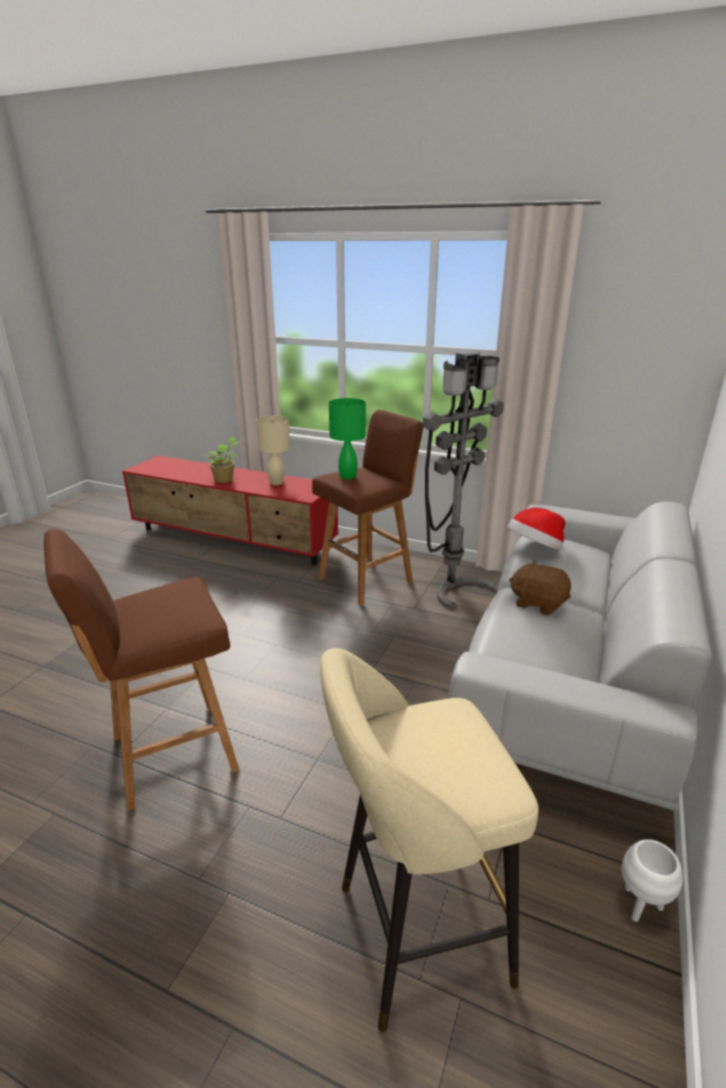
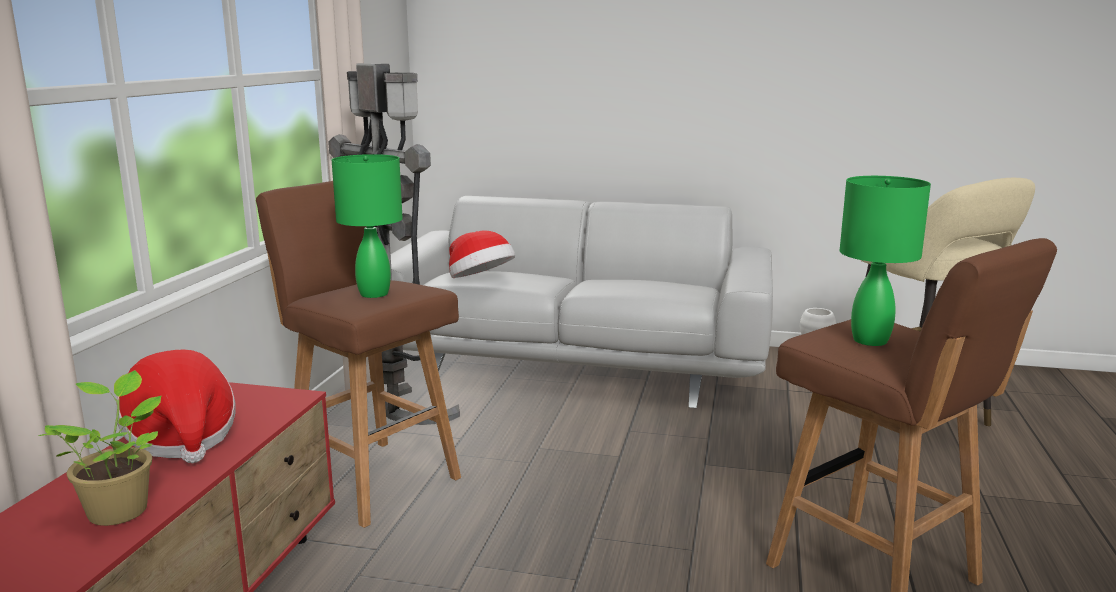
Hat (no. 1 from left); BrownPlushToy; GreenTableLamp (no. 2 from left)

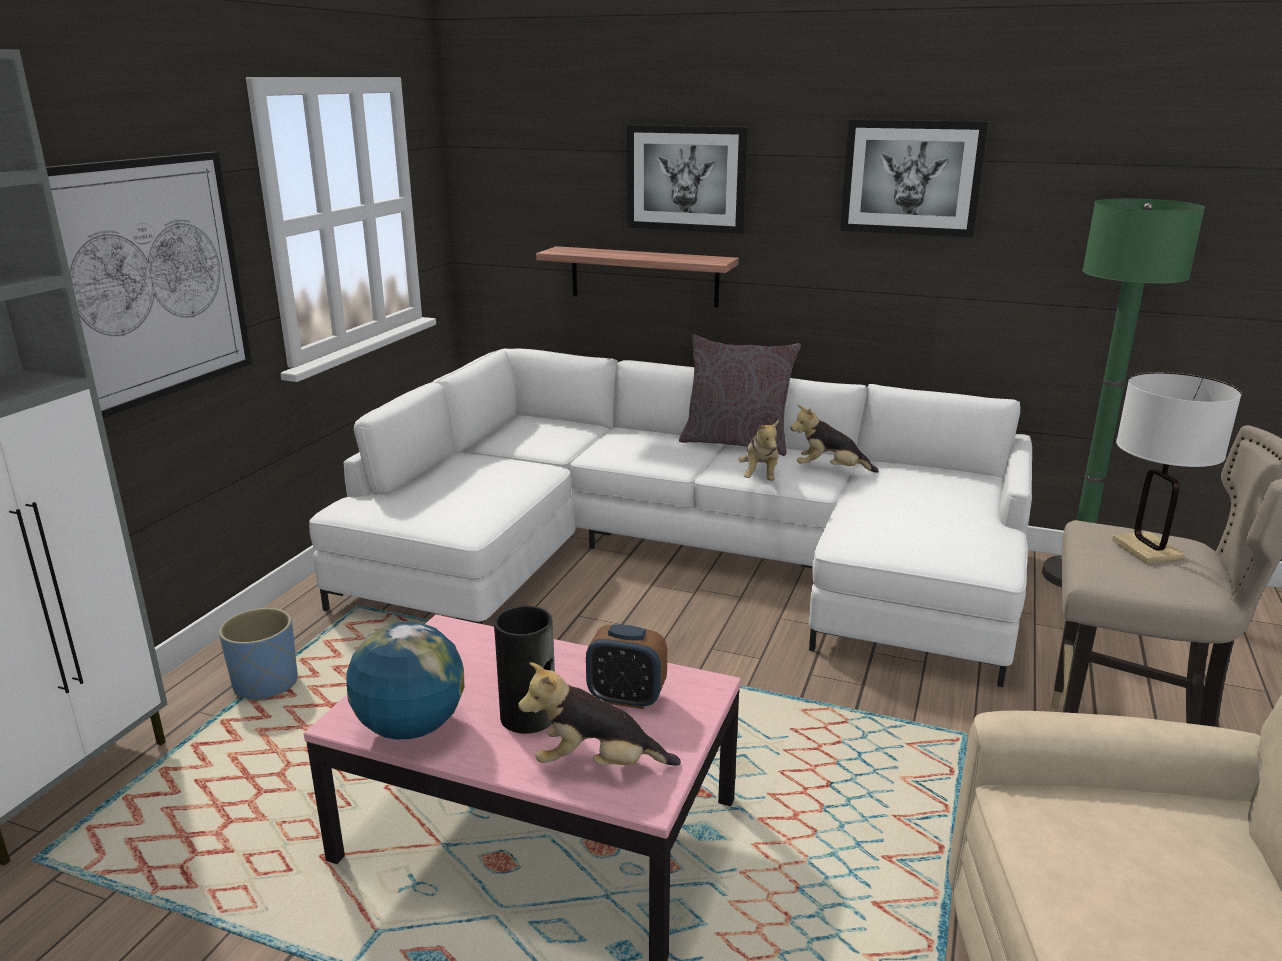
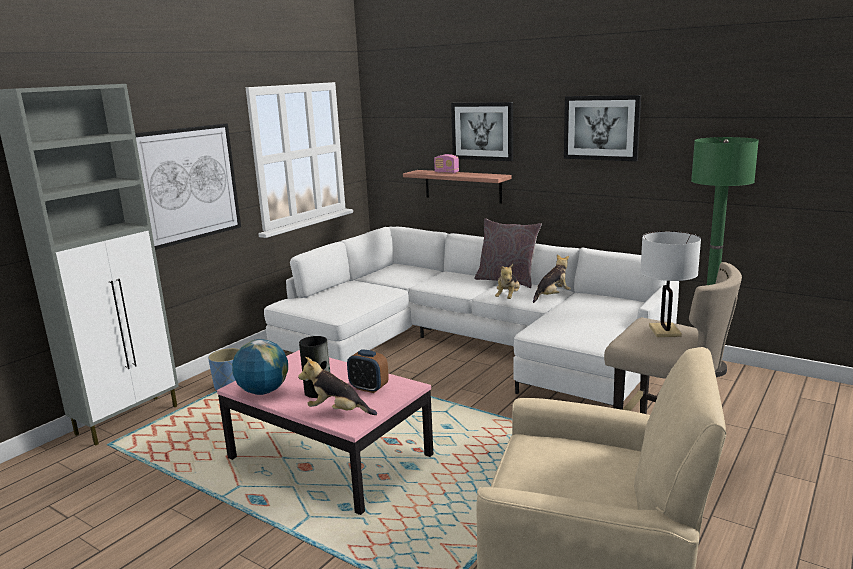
PlushToy (no. 3 from left); Radio

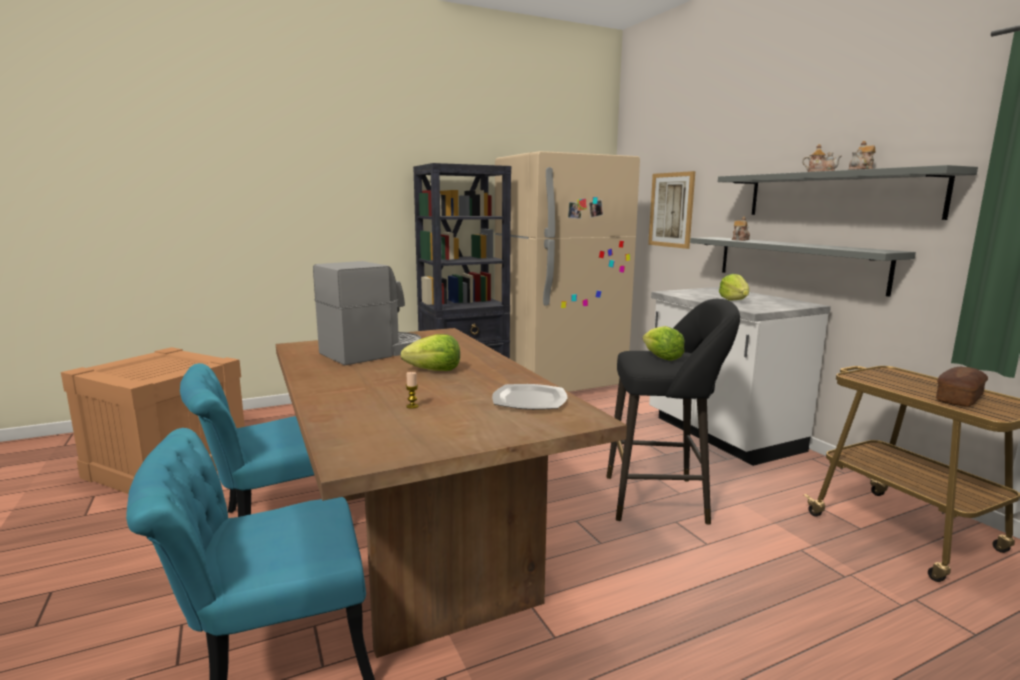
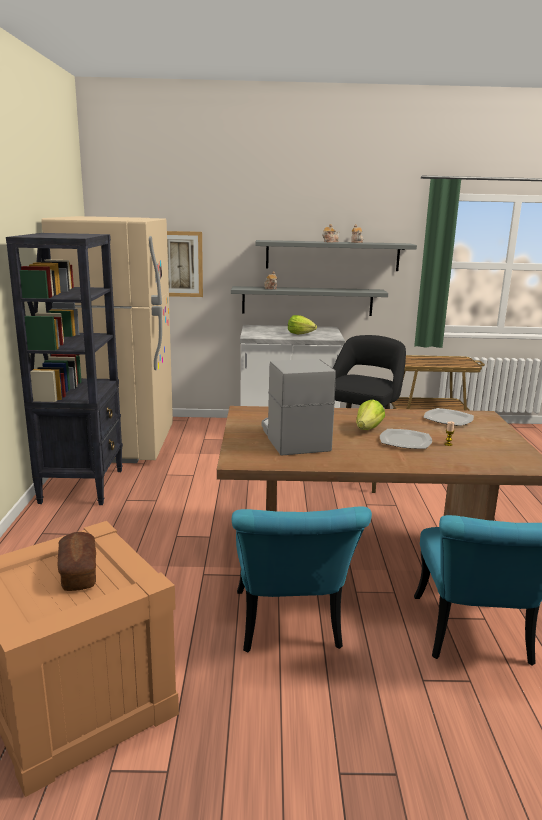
Lettuce (no. 2 from left in the first image); Bread; Plate (no. 1 from left)

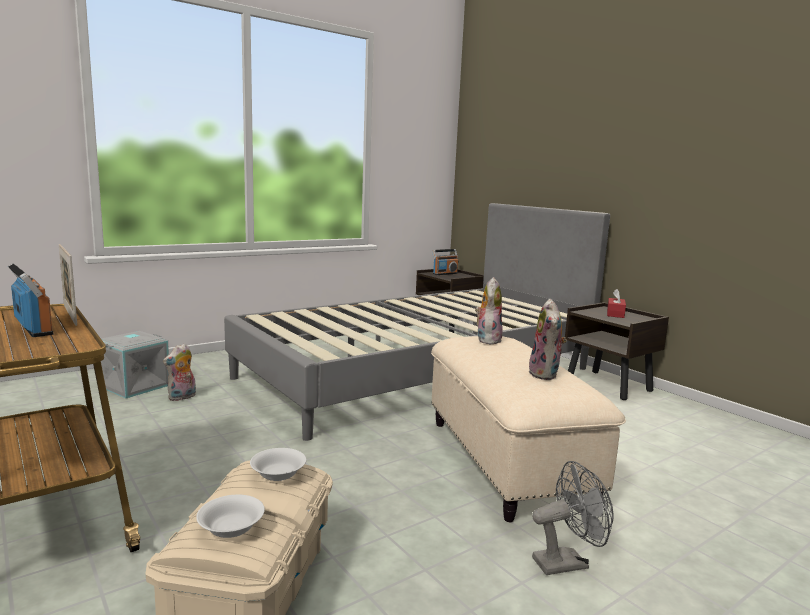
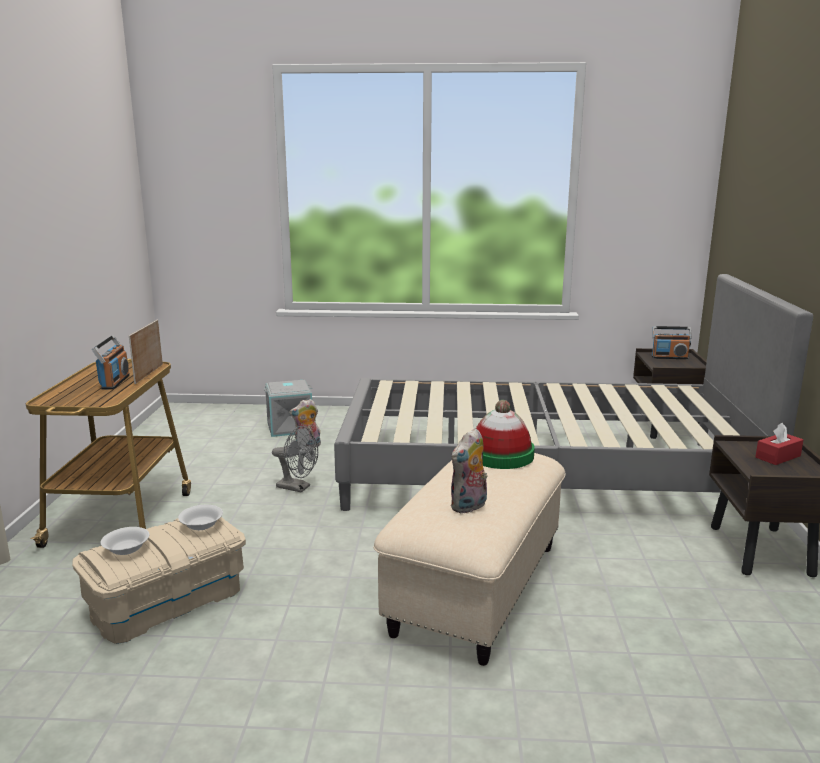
Hat; GreyFan

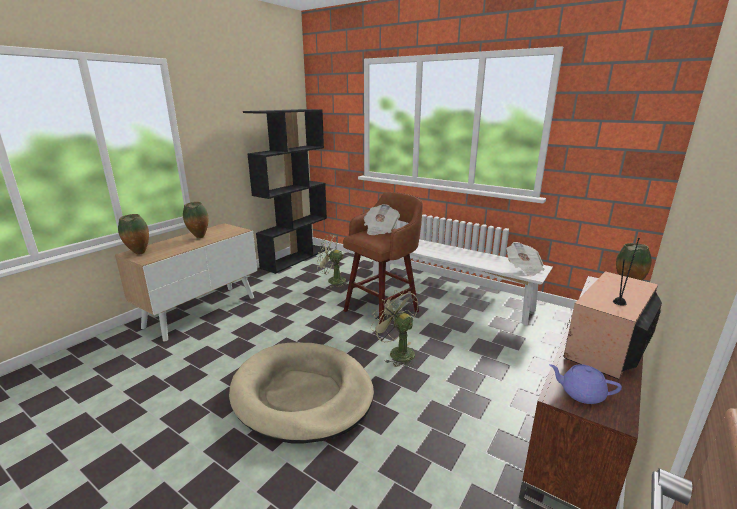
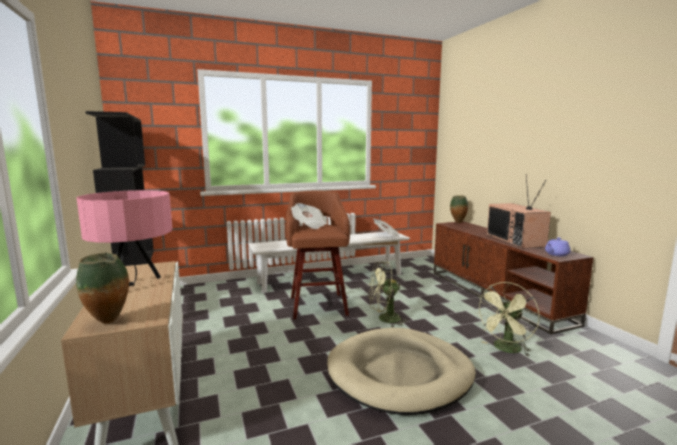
PinkTableLamp; GreenFan (no. 2 from left)

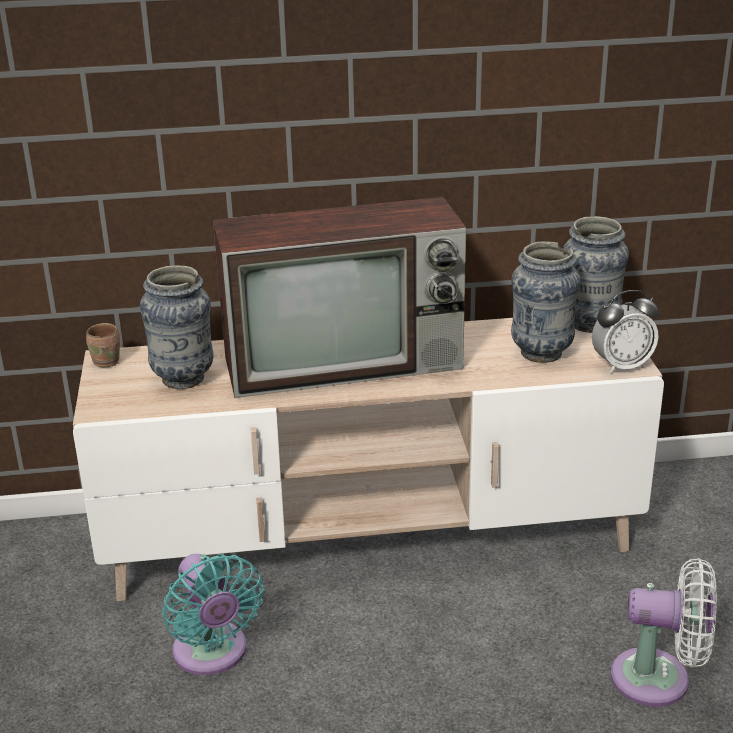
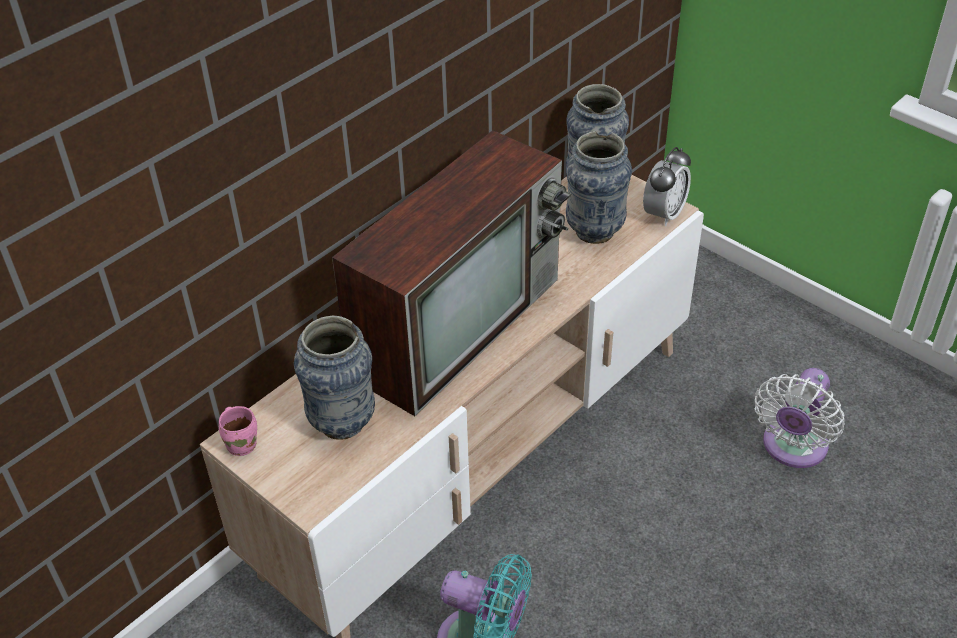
PinkMug; WhiteFan

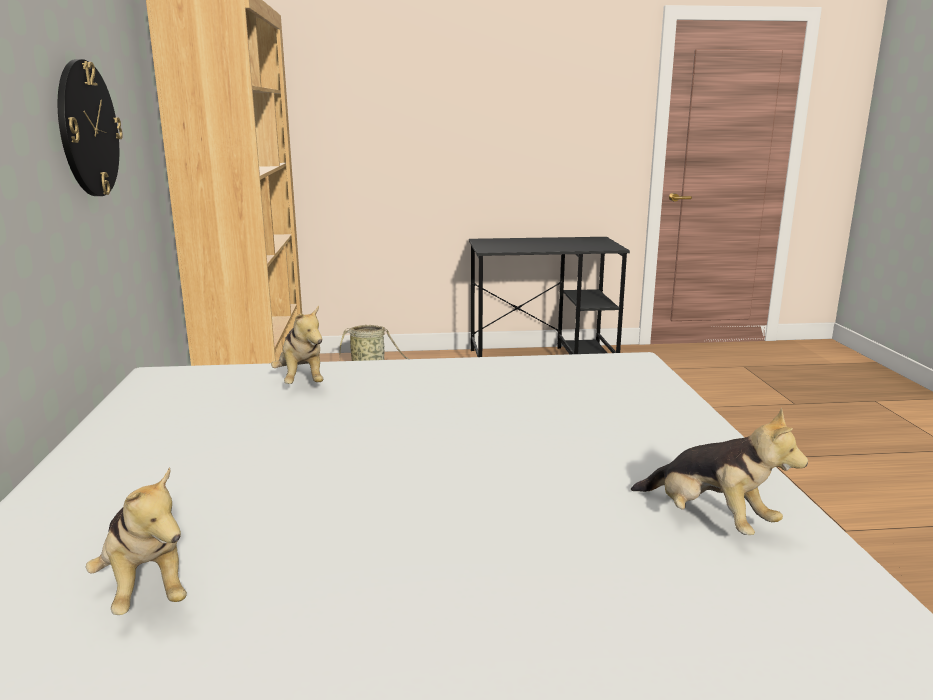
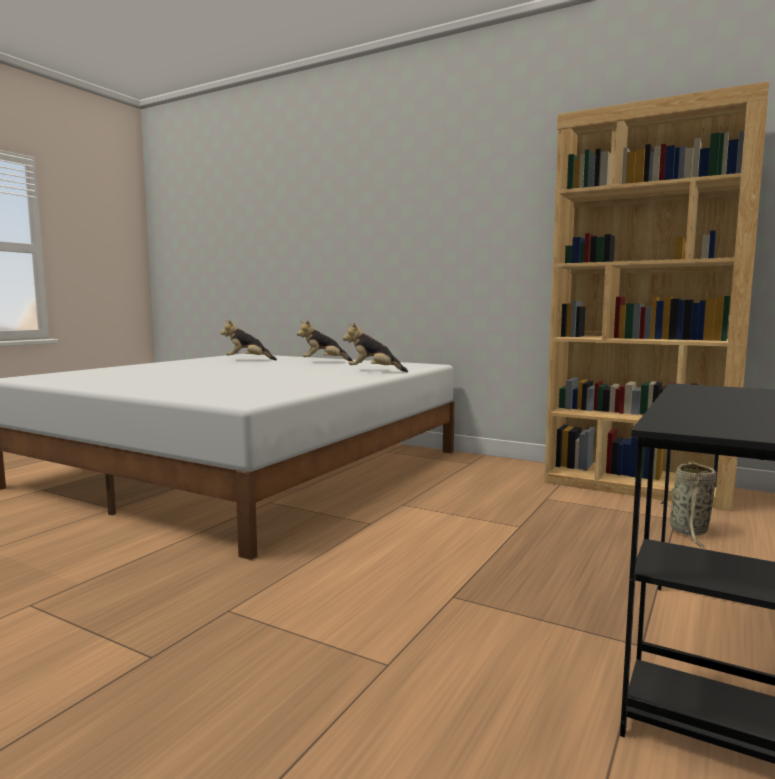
WallClock; PlushToy (no. 2 from left)

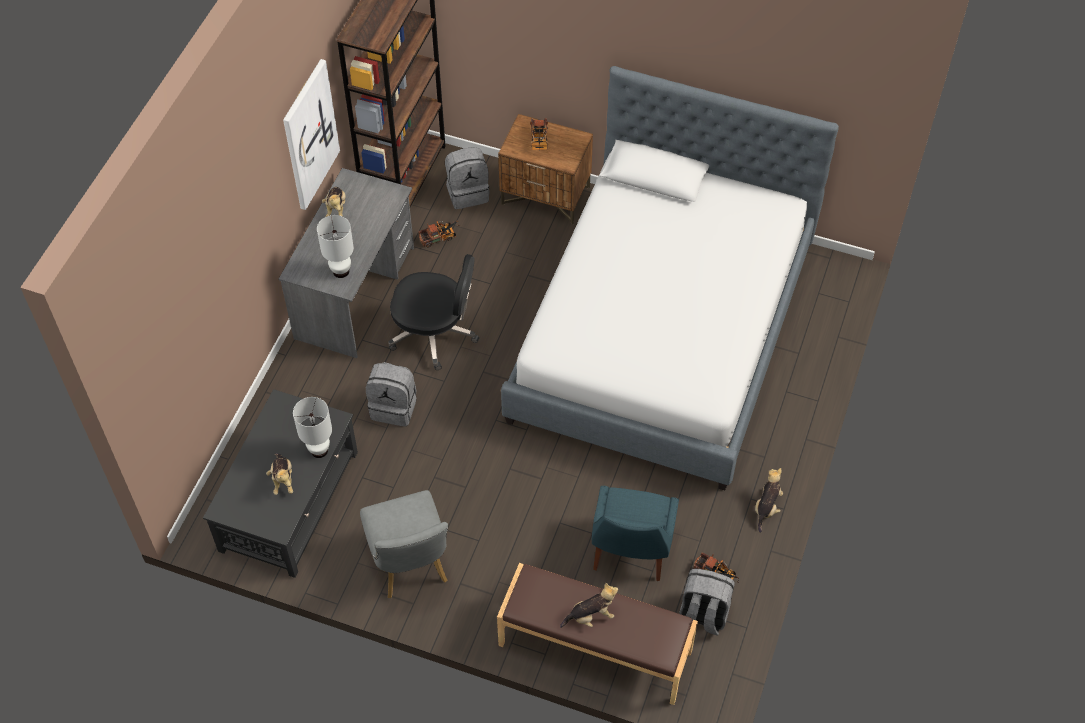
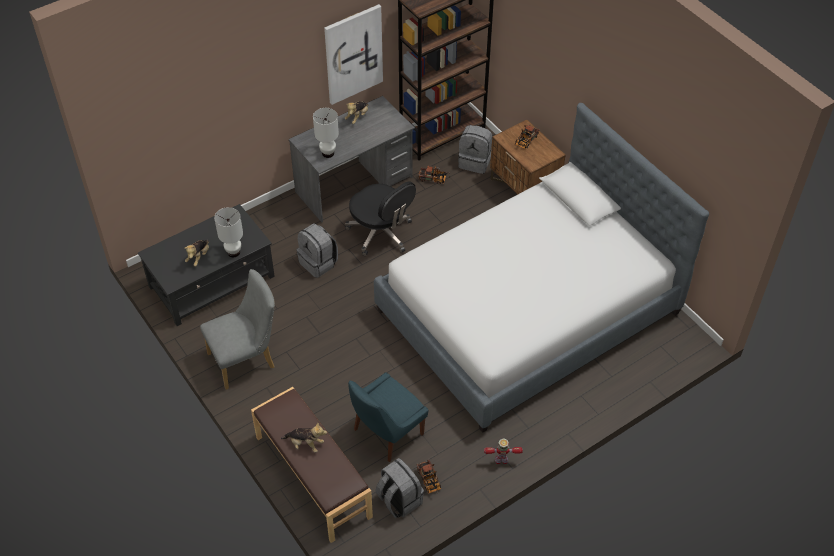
ToyRobot; GreyChair

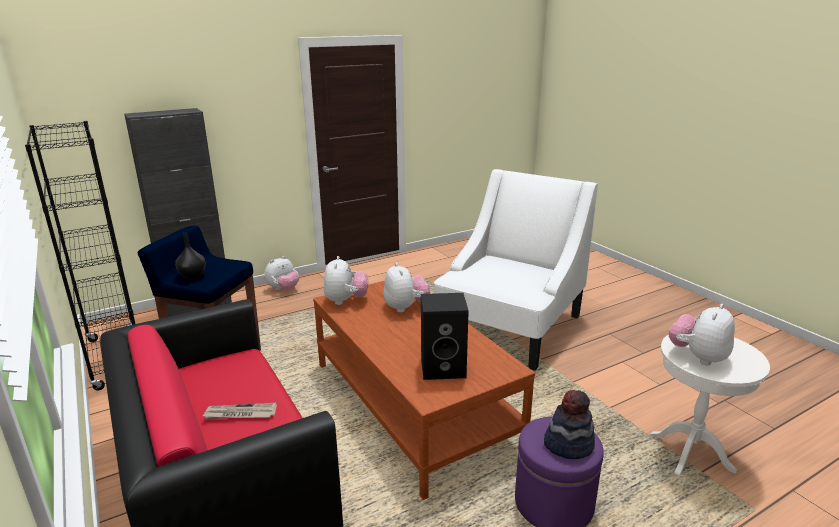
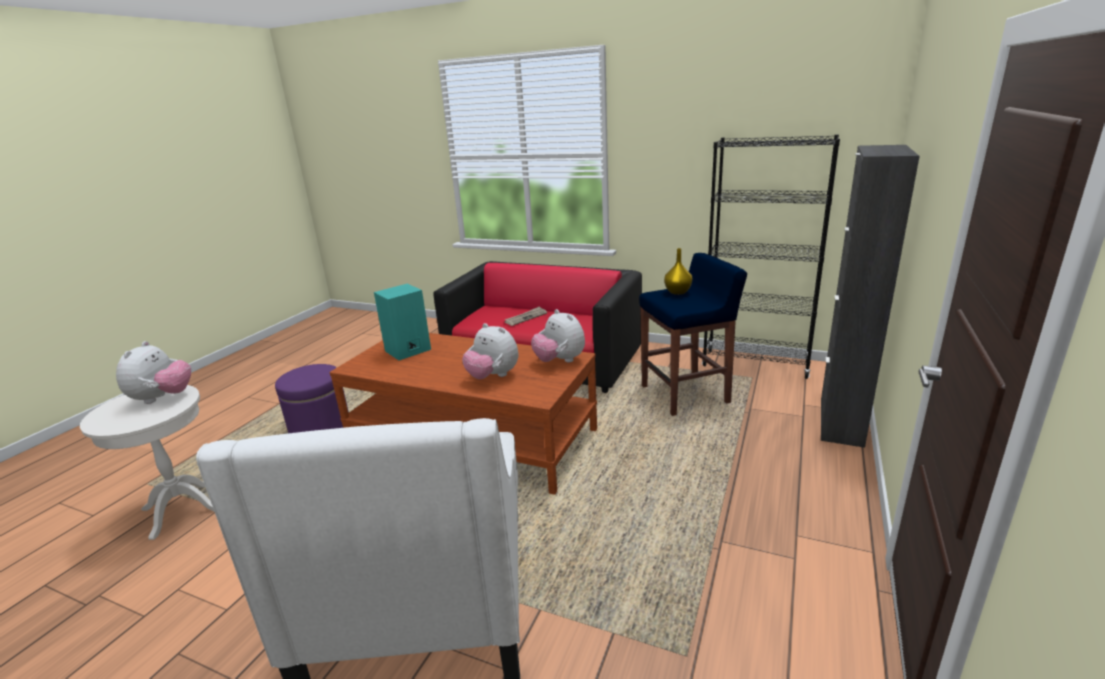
YellowVase; PlushToy (no. 1 from left in the first image); TurquoiseSpeaker; Hat

